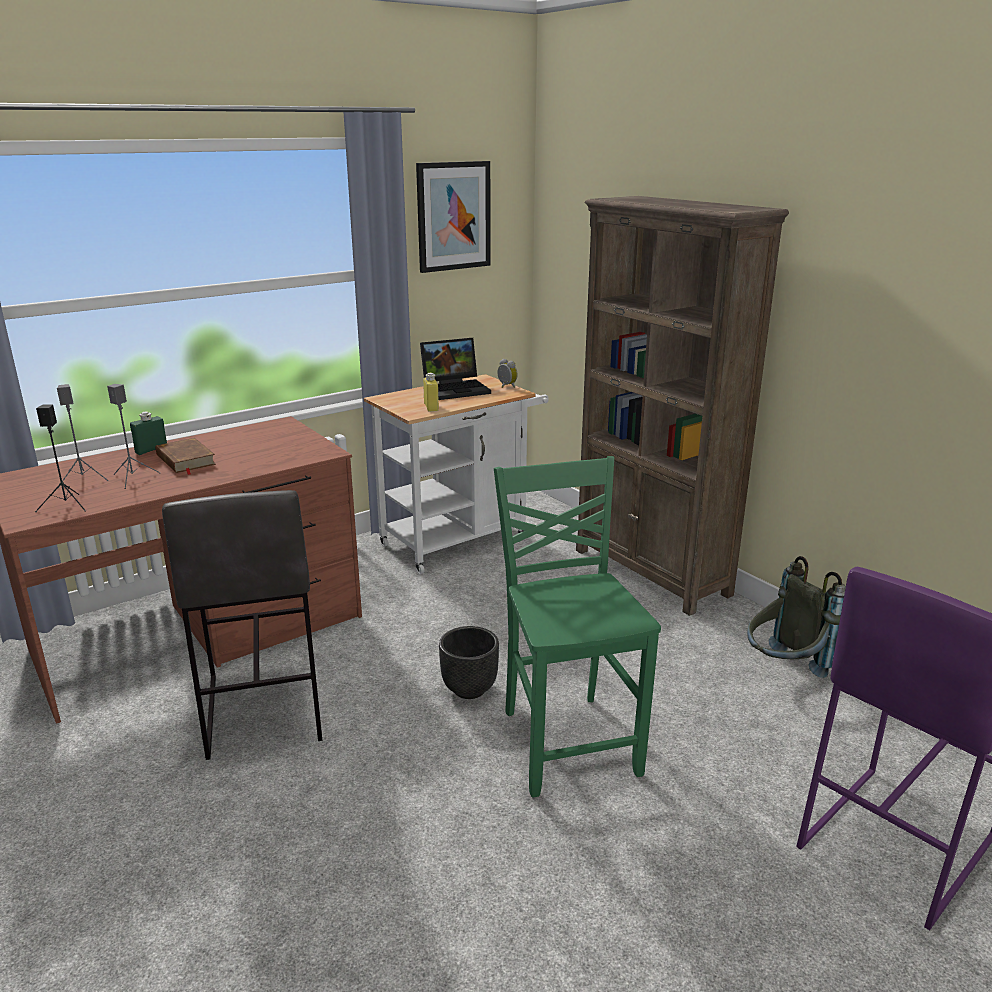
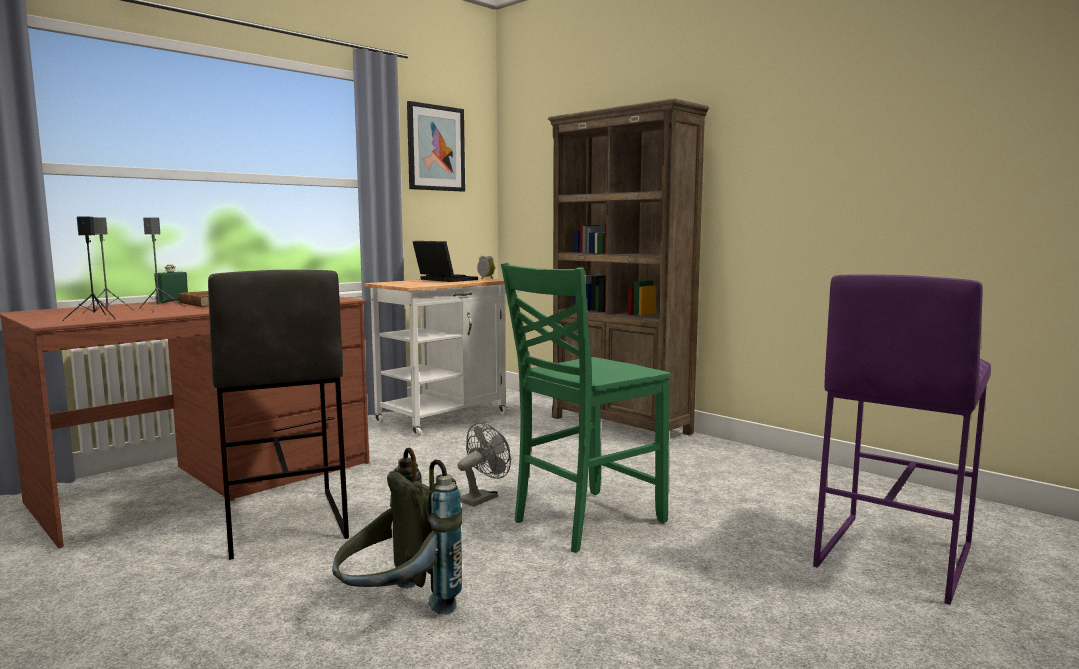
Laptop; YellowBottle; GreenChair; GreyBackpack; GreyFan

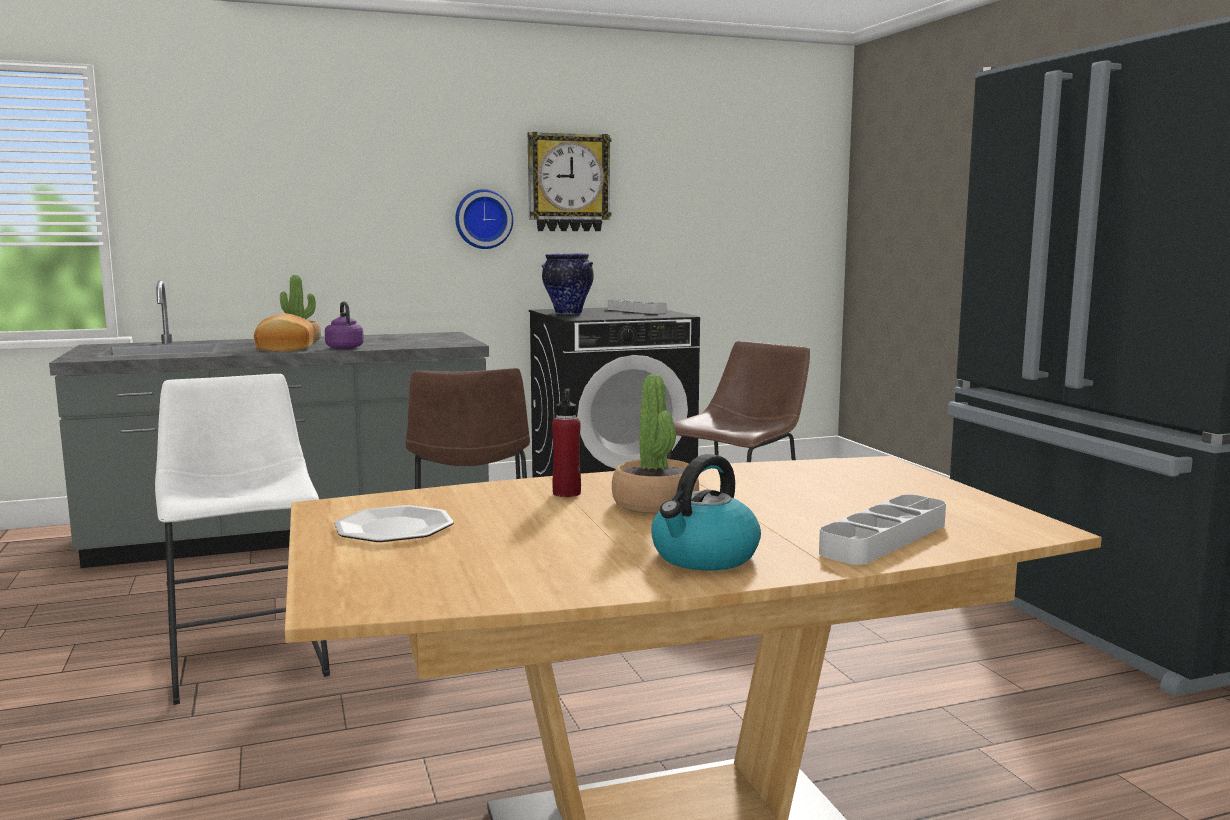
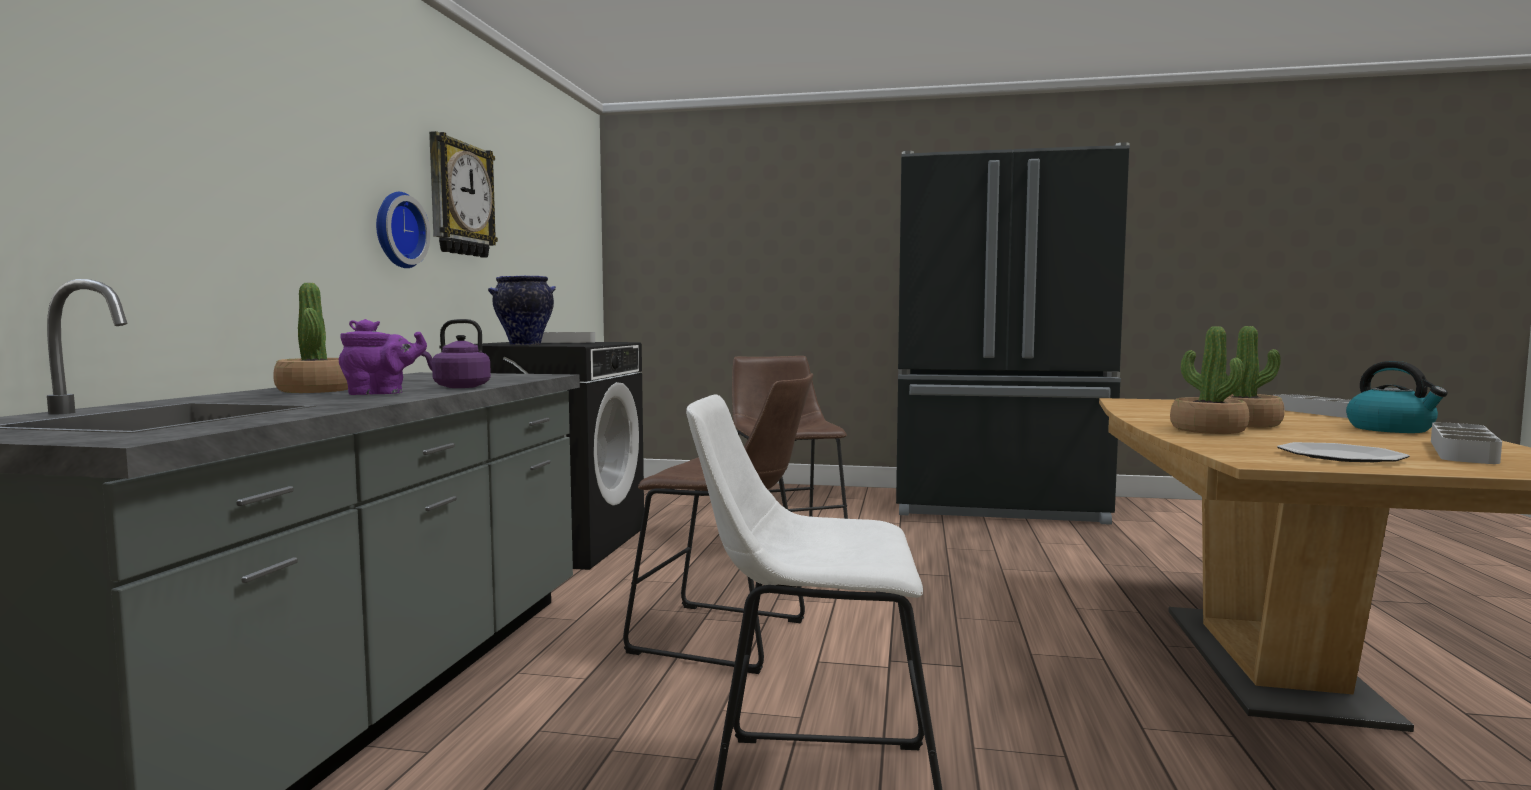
PurpleTeapot; PottedPlant (no. 2 from left); GreyTray (no. 3 from left)

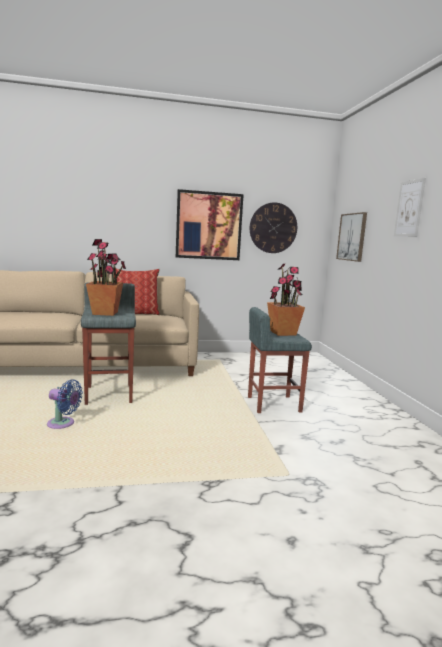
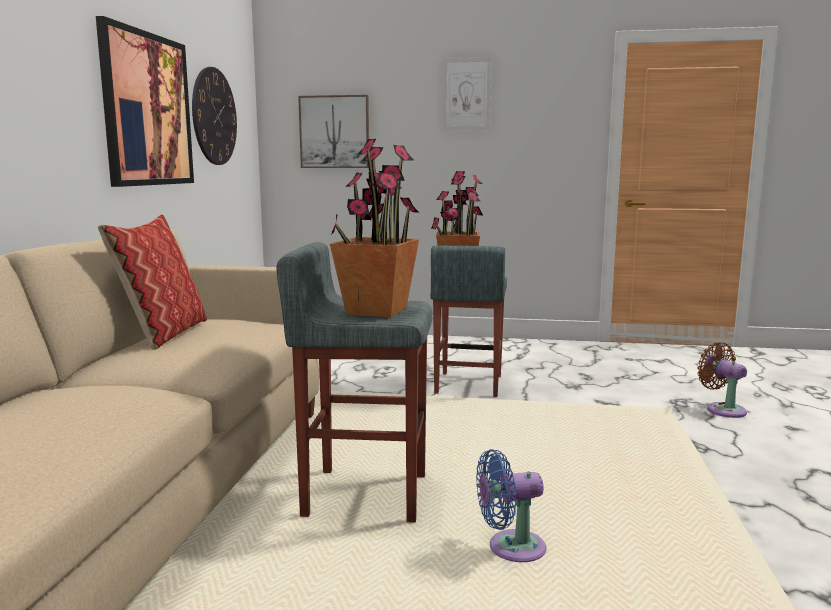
BlueFan; BrownFan

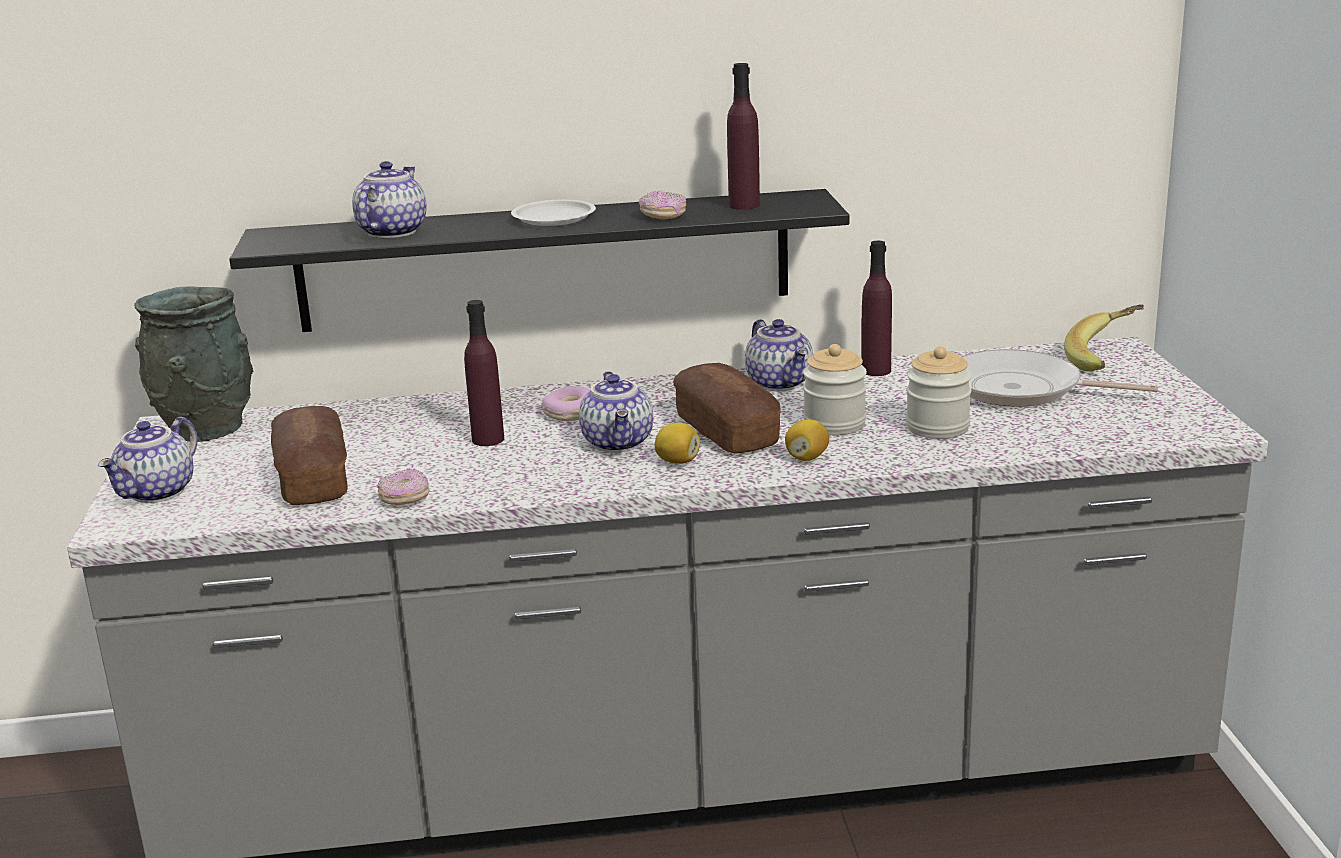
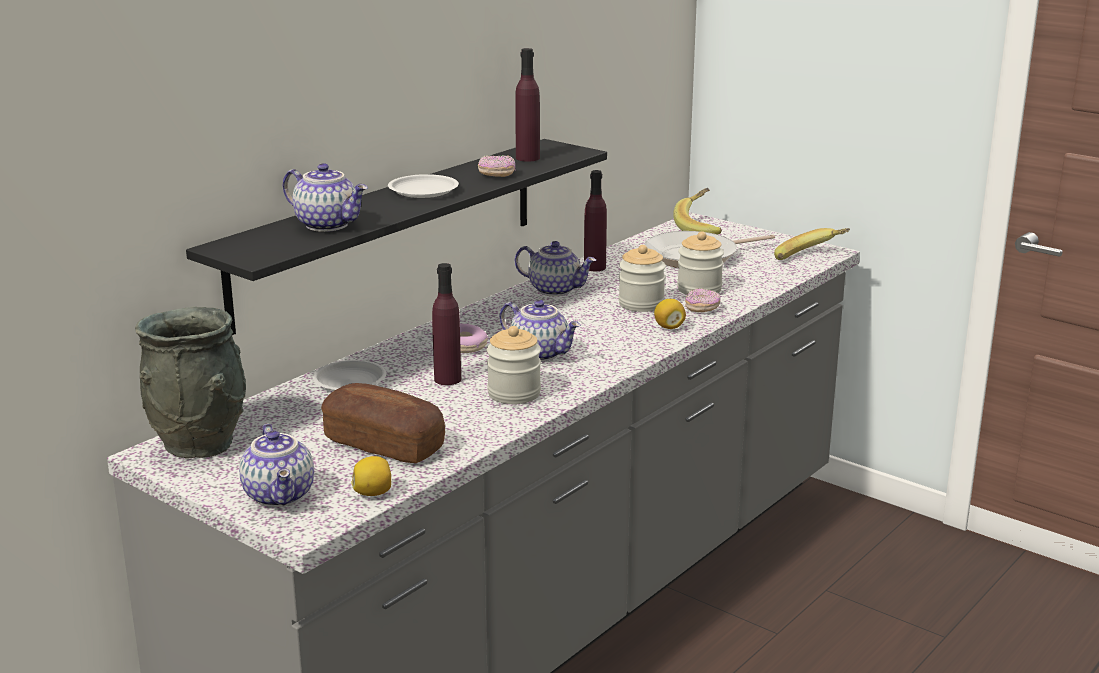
Teapot (no. 2 from left); Bread (no. 2 from left in the first image); Lemon (no. 1 from left); Donut (no. 3 from left); Banana (no. 2 from left); Jar (no. 1 from left); WhitePlate (no. 1 from left)

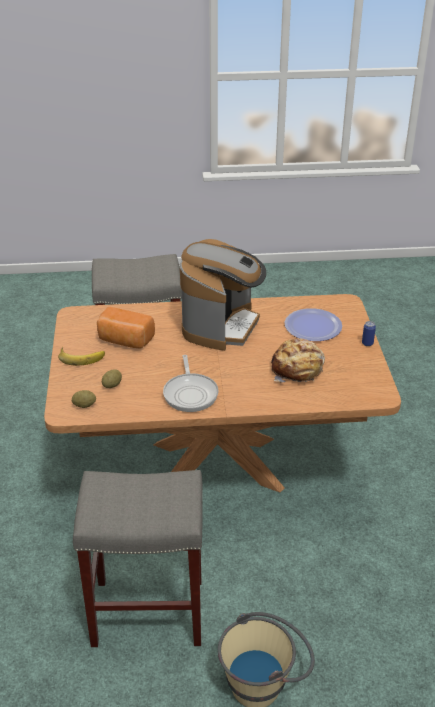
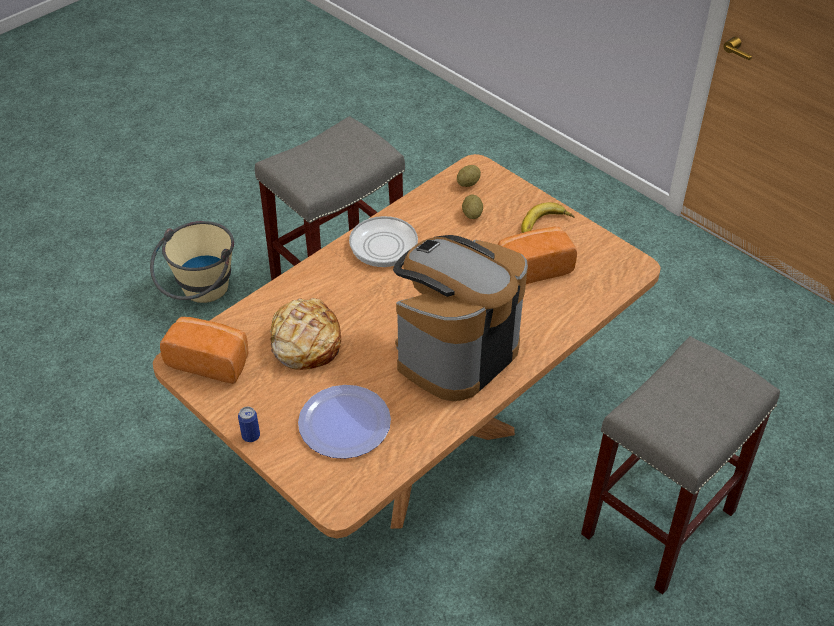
CoffeeMachine; Bread (no. 1 from left)

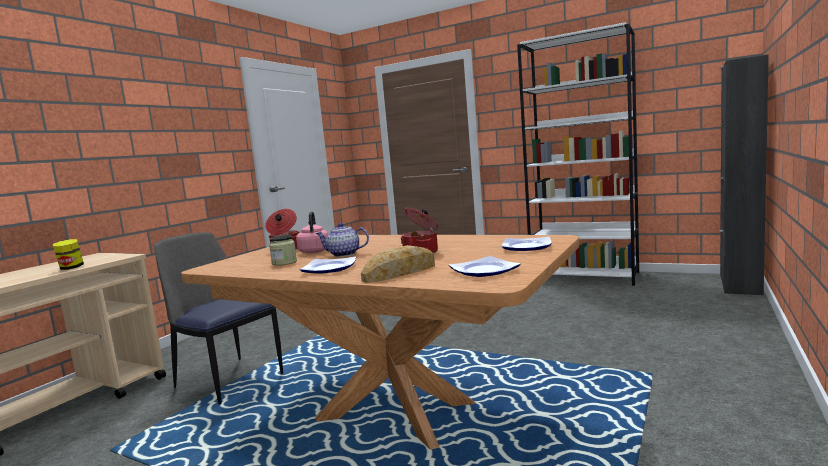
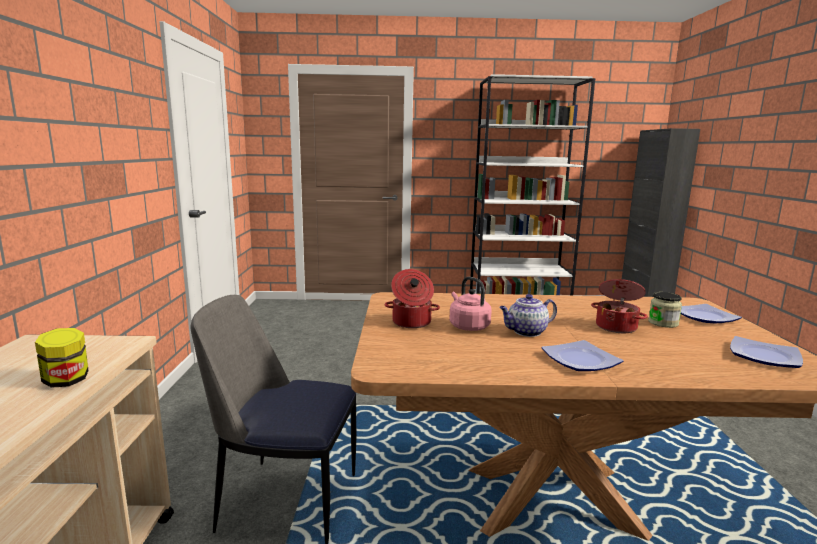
Jar (no. 2 from left); Bread

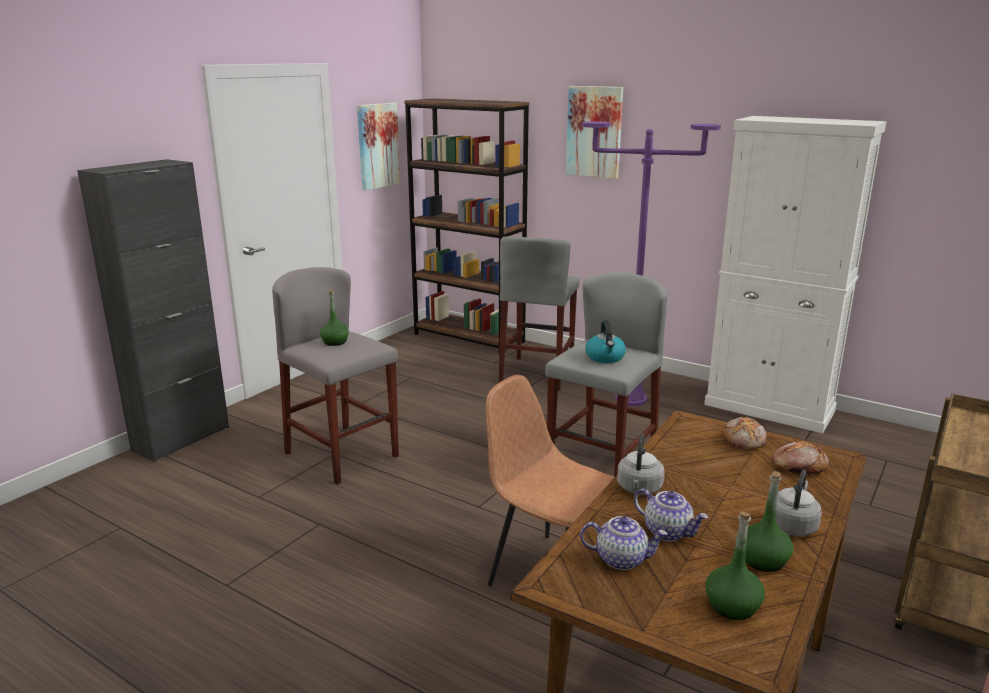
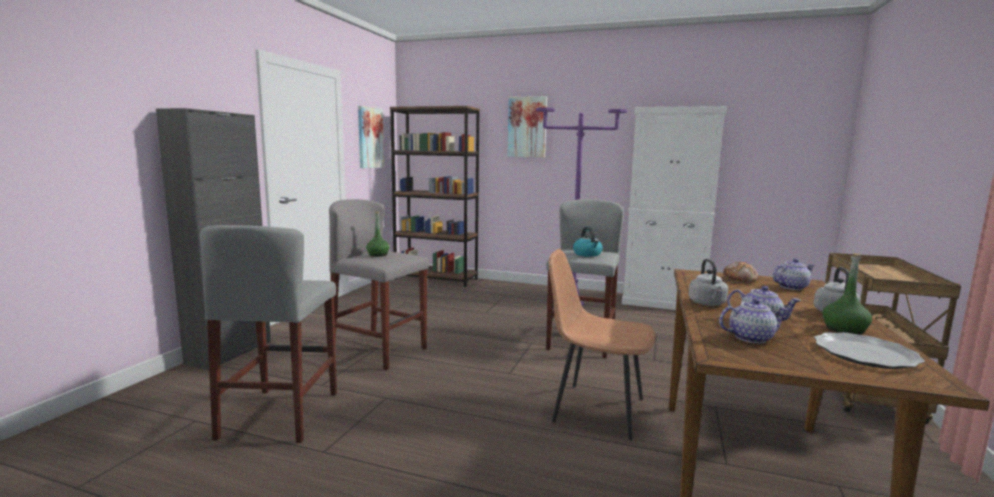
GreyStool (no. 1 from left); Teapot (no. 3 from left); Plate

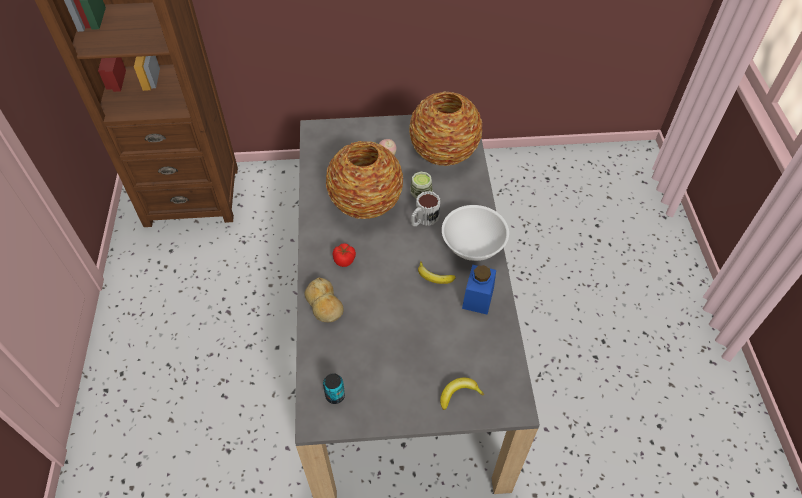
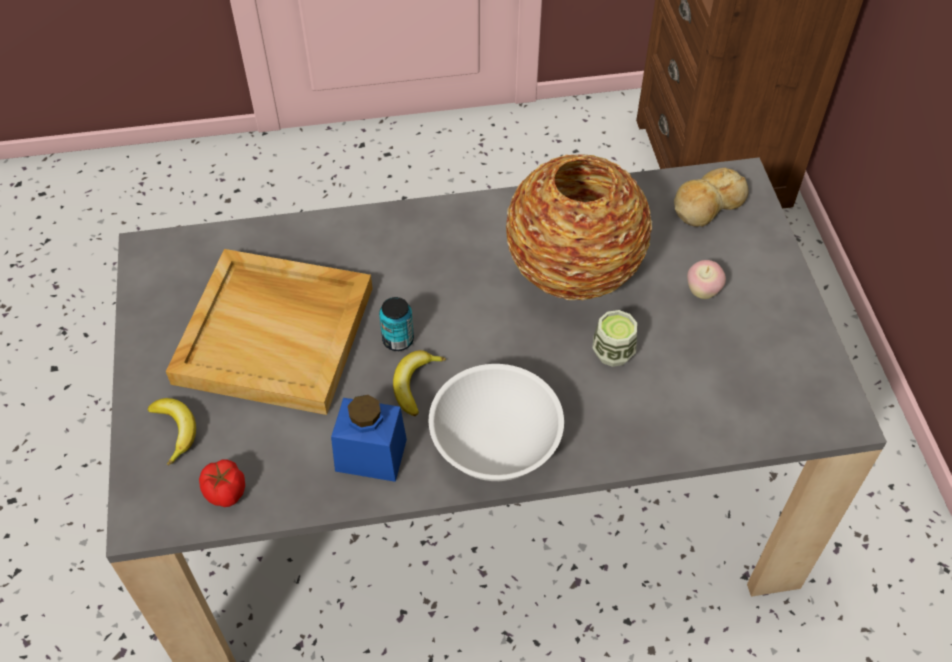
Vase (no. 2 from left in the first image); Mug; Tomato; Bread; Can; BeigeTray

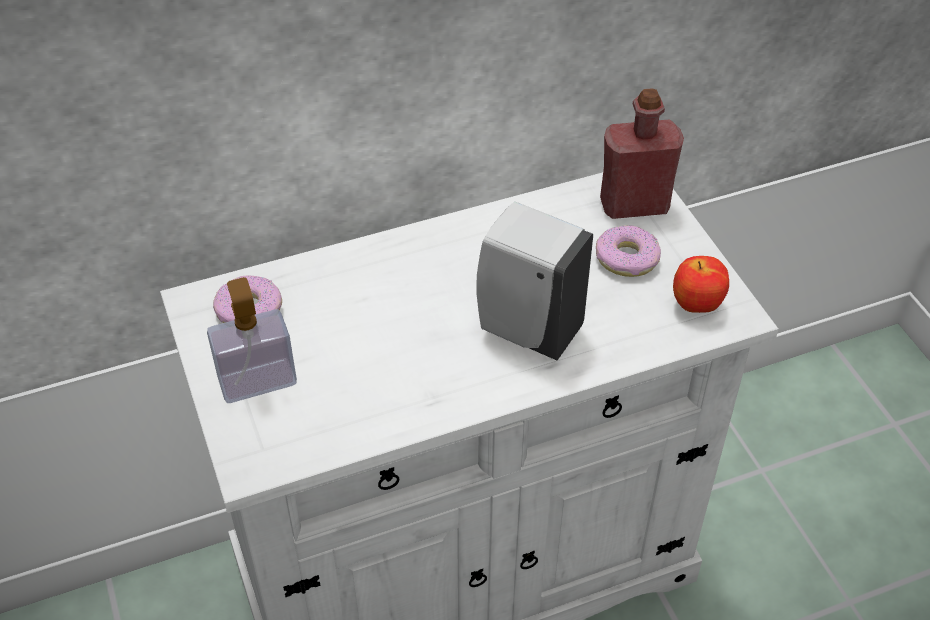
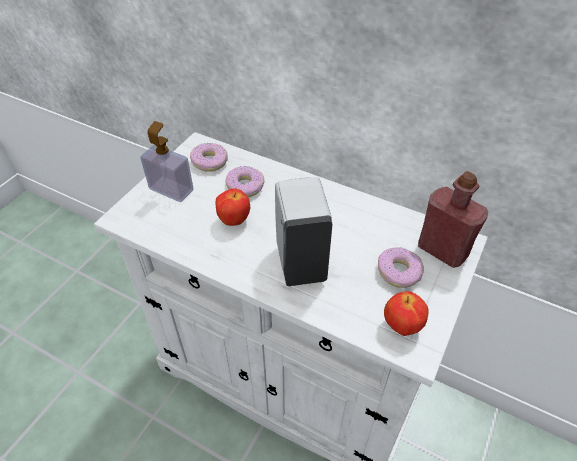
Donut (no. 2 from left); Apple (no. 1 from left)

